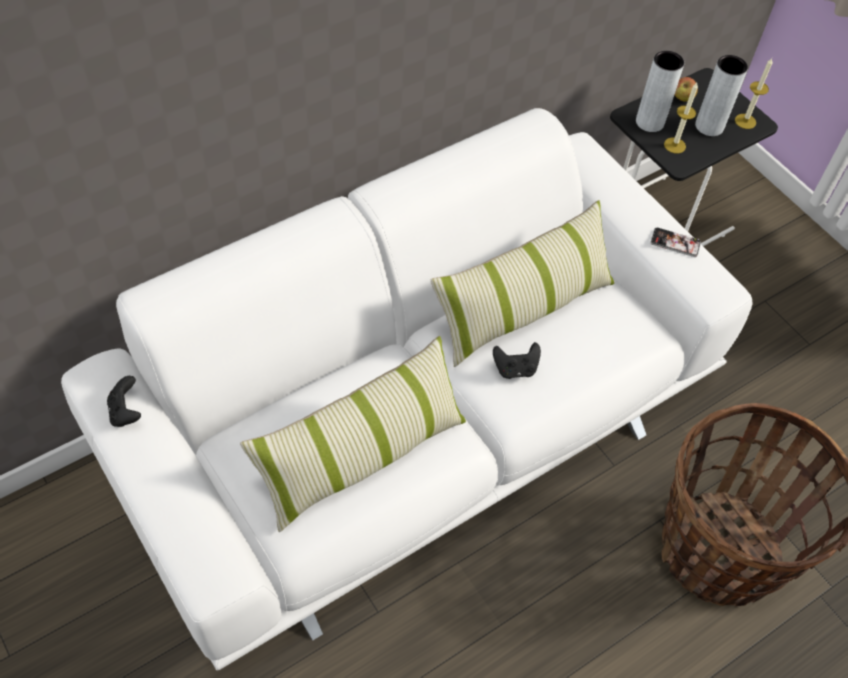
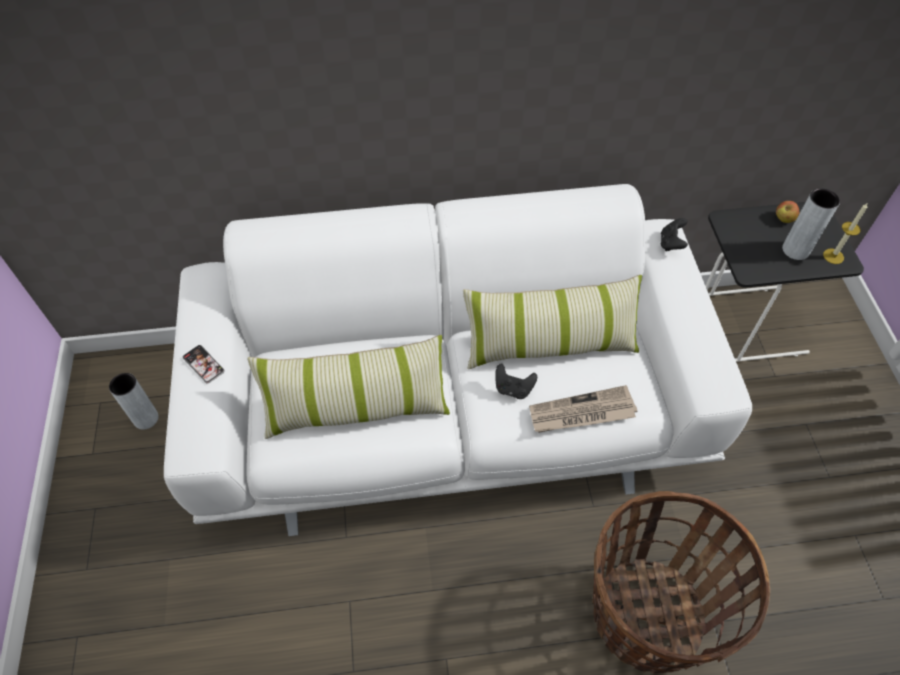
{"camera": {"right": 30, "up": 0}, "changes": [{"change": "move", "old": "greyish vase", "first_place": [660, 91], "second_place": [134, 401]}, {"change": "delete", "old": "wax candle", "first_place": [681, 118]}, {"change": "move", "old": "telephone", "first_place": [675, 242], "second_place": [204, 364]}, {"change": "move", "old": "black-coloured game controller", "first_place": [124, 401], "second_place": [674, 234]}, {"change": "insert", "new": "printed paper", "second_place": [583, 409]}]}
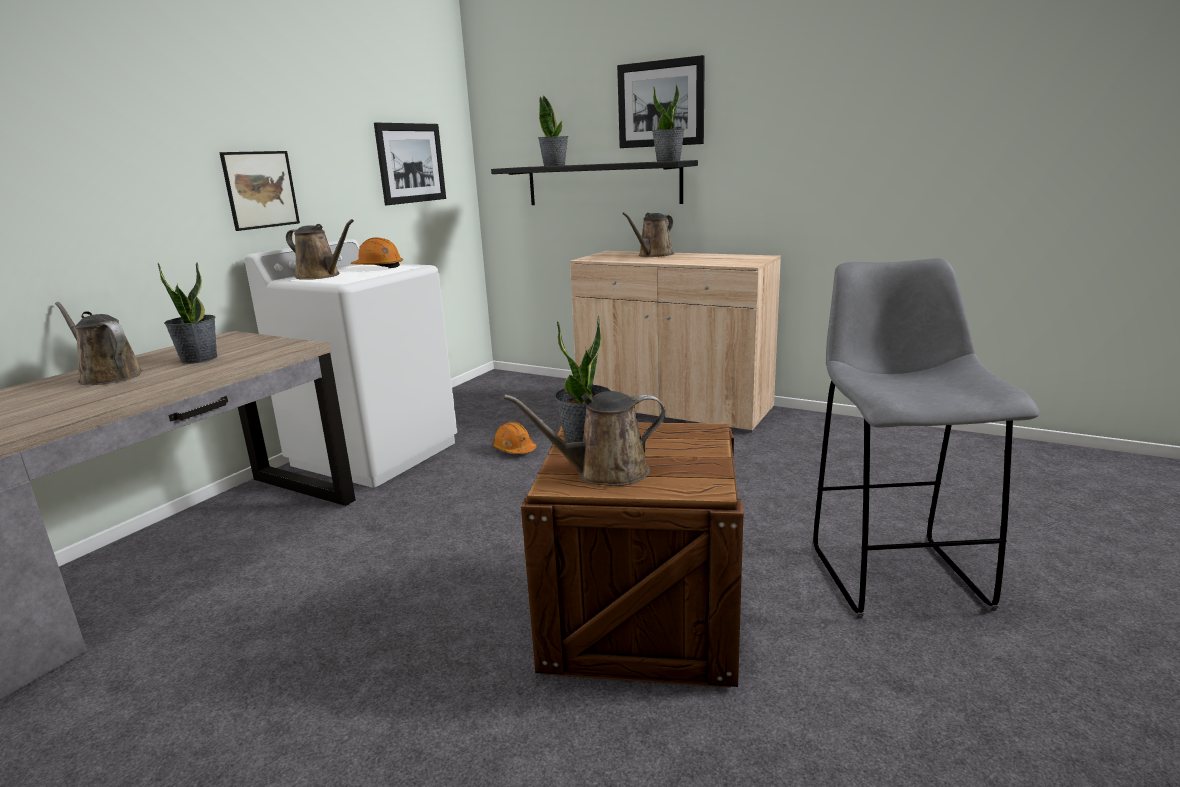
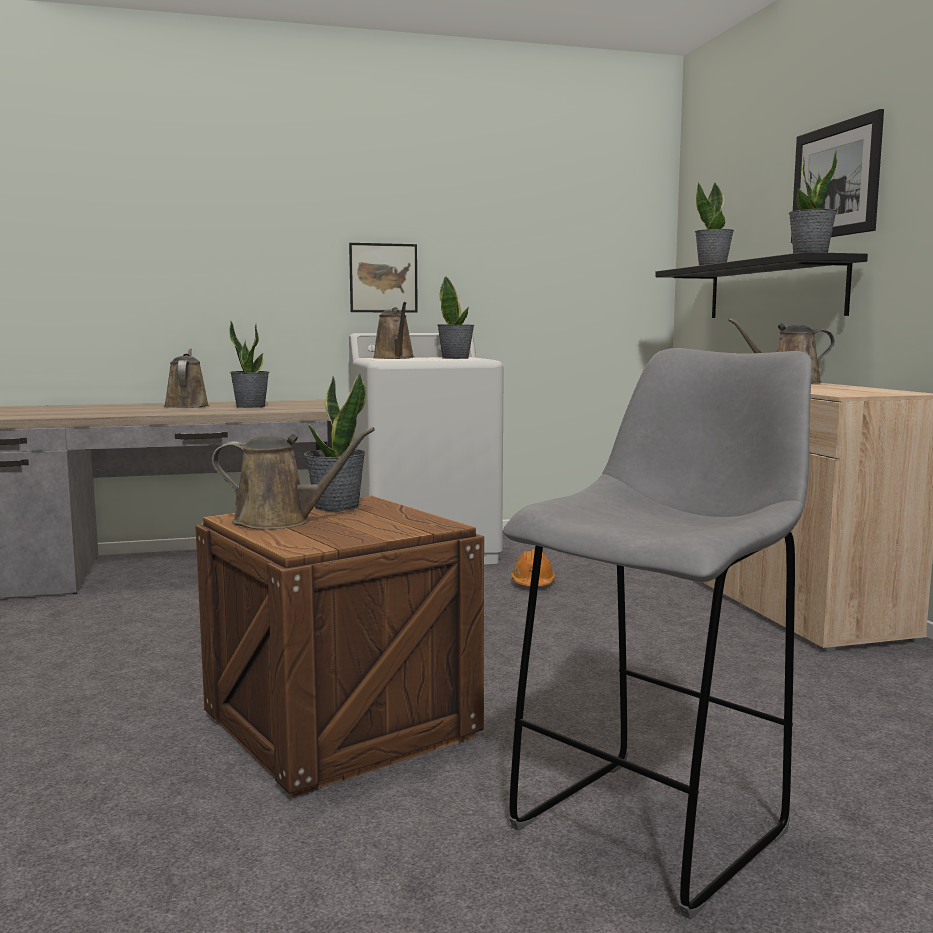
{"camera": {"right": 45, "up": -10}, "changes": [{"change": "delete", "old": "wall picture", "first_place": [410, 164]}, {"change": "replace", "old": "orange hard hat", "new": "plant in a pot", "first_place": [377, 252], "second_place": [455, 318]}, {"change": "rotate", "old": "brown-coloured watering can", "first_place": [585, 438], "second_place": [293, 478], "degrees": 150}]}
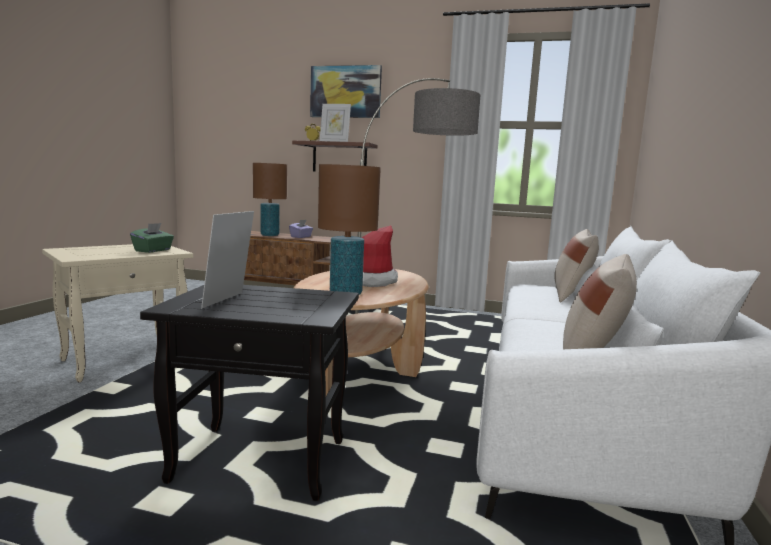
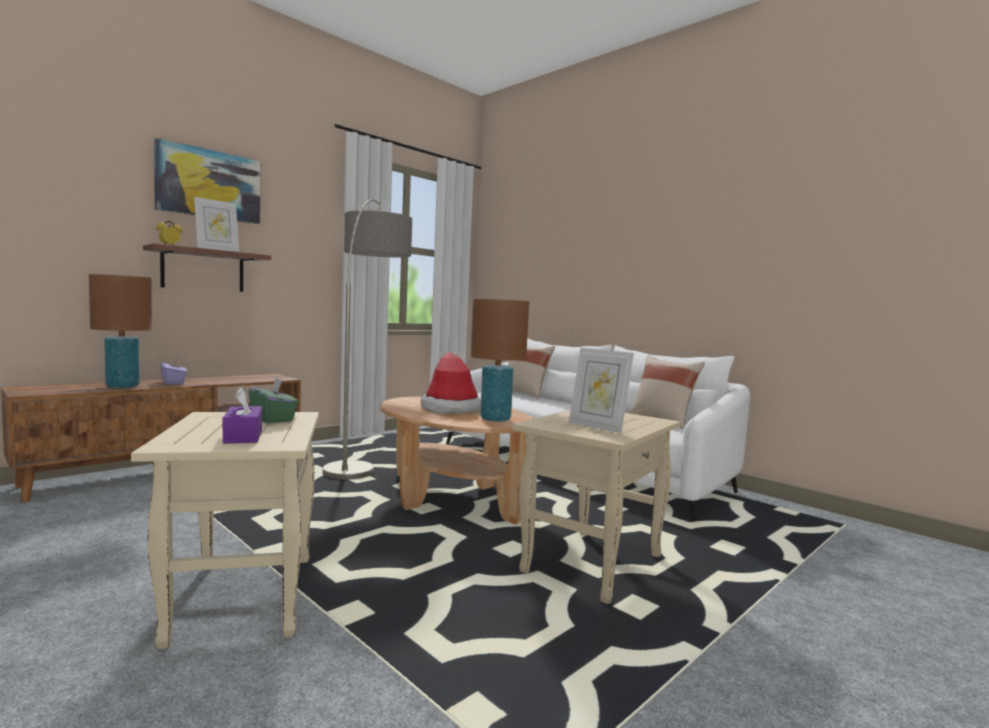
{"camera": {"right": -60, "up": -5}, "changes": [{"change": "recolor", "old": "black-coloured accent table", "new": "beige-coloured accent table", "first_place": [249, 393], "second_place": [596, 507]}, {"change": "insert", "new": "purple-coloured box of tissues", "second_place": [242, 415]}]}
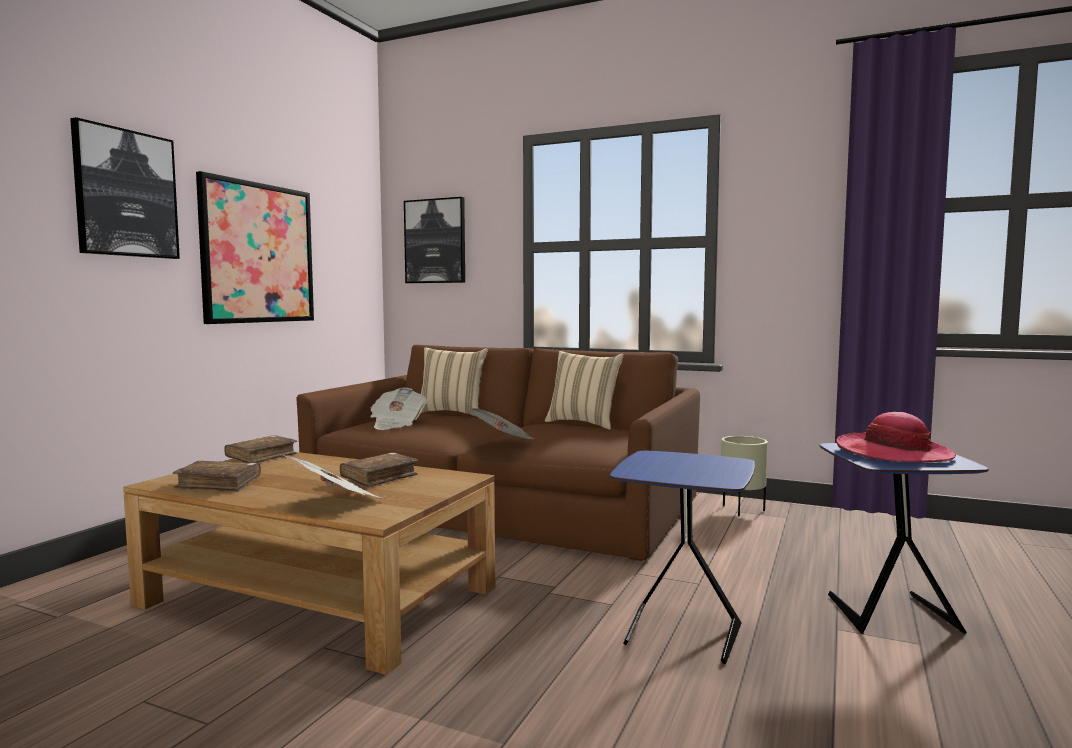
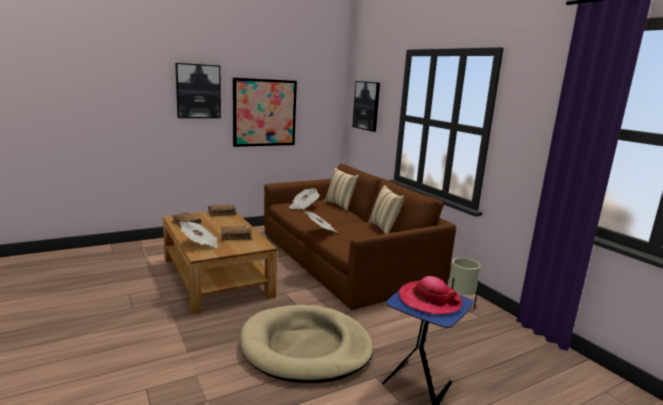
{"camera": {"right": 35, "up": 10}, "changes": [{"change": "replace", "old": "blue accent table", "new": "beige-coloured pet bed", "first_place": [682, 557], "second_place": [306, 344]}]}
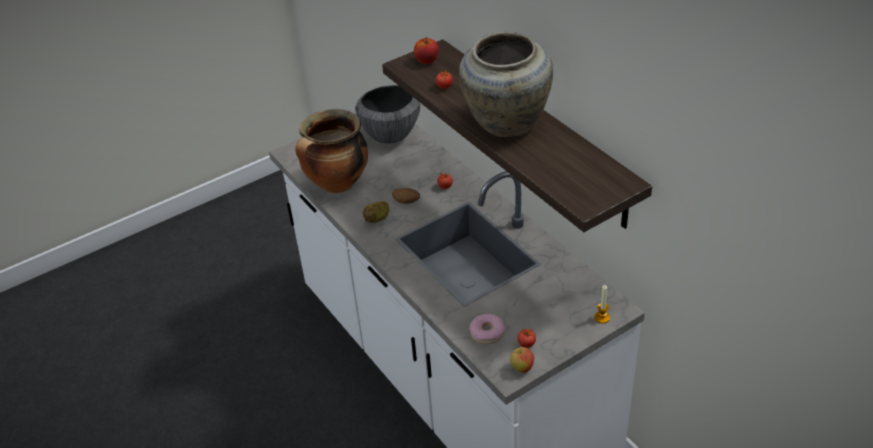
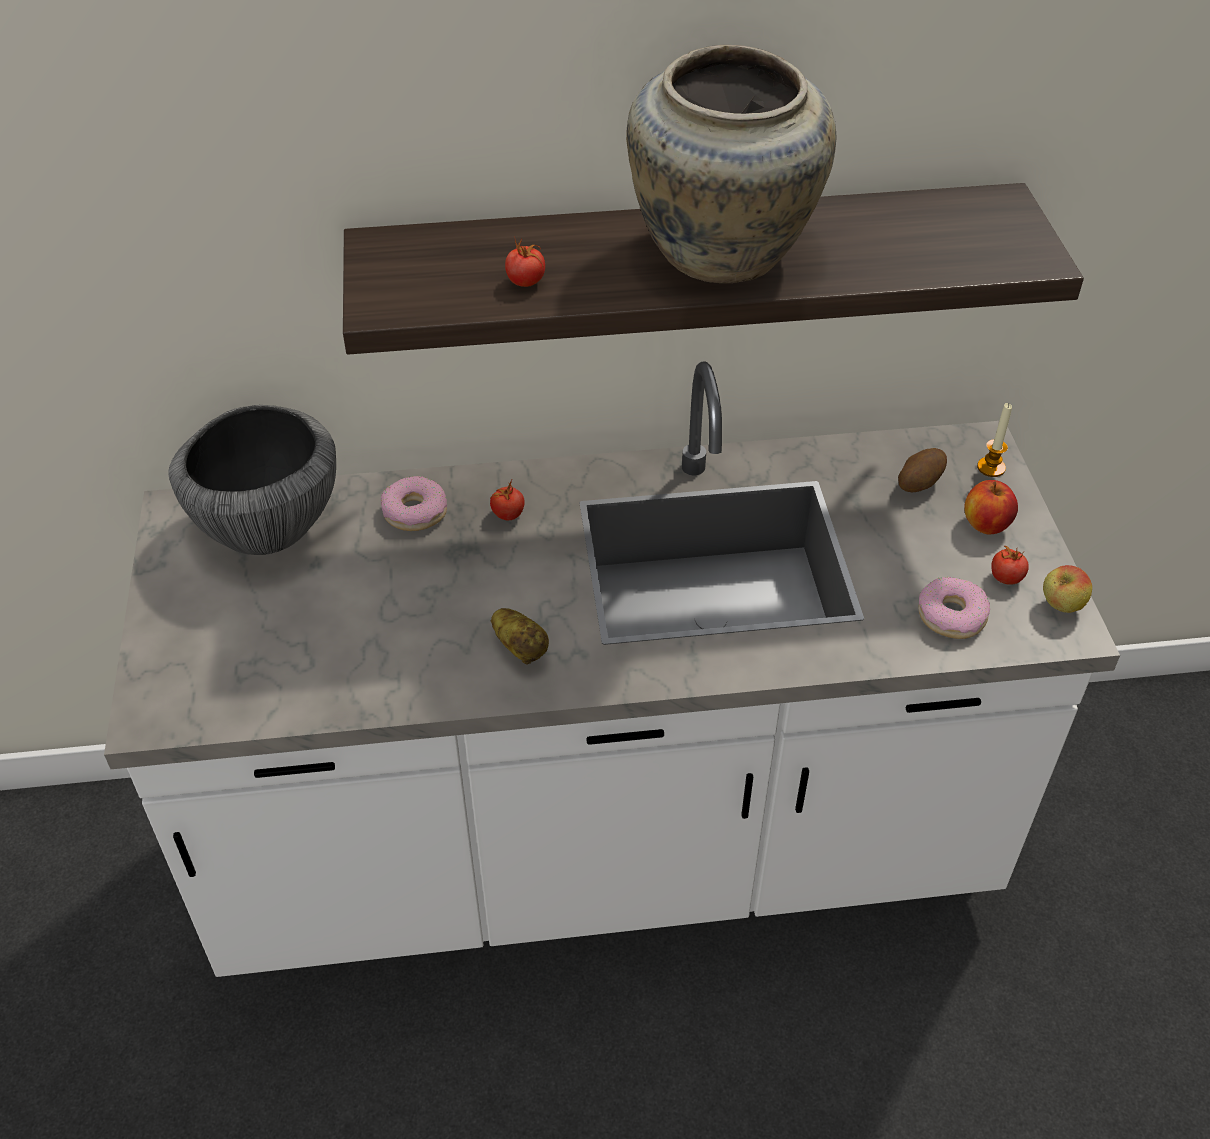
{"camera": {"right": -65, "up": 5}, "changes": [{"change": "move", "old": "apple fruit", "first_place": [426, 50], "second_place": [991, 507]}, {"change": "delete", "old": "cooking pot", "first_place": [331, 151]}, {"change": "move", "old": "potato", "first_place": [406, 196], "second_place": [922, 470]}, {"change": "insert", "new": "doughnut", "second_place": [414, 503]}]}
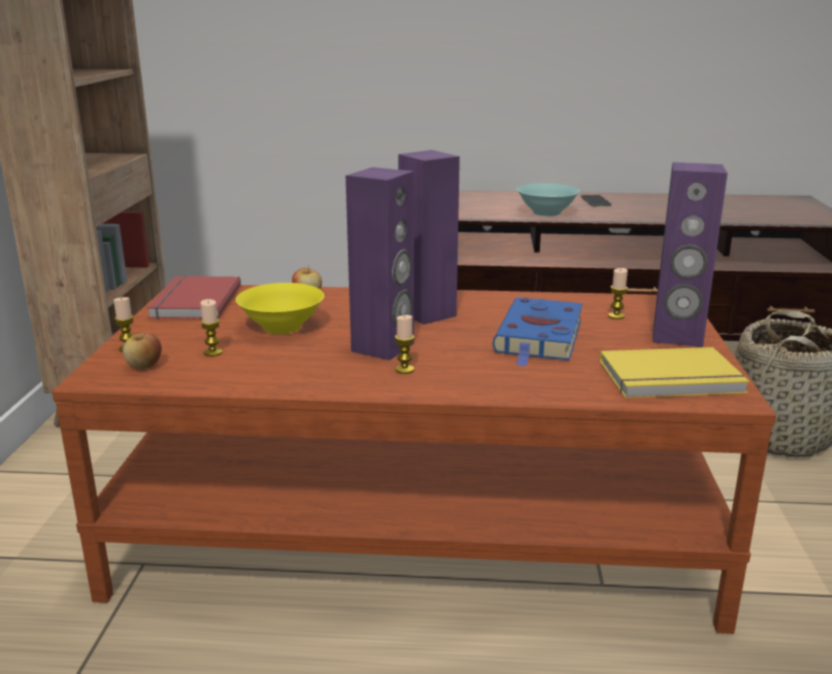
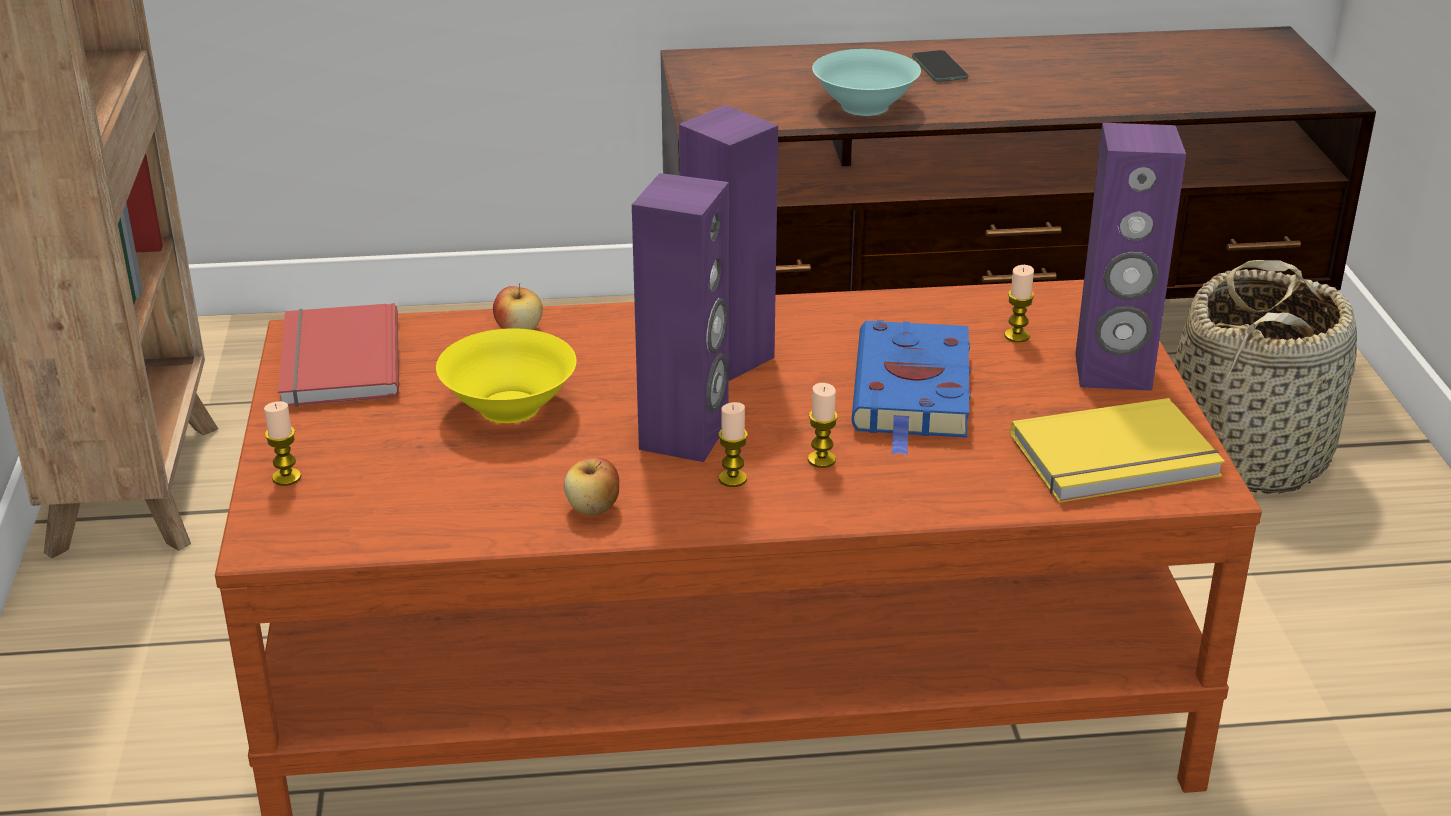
{"camera": {"right": -10, "up": 10}, "changes": [{"change": "move", "old": "wax candle", "first_place": [211, 327], "second_place": [823, 425]}, {"change": "move", "old": "apple fruit", "first_place": [142, 351], "second_place": [591, 486]}]}
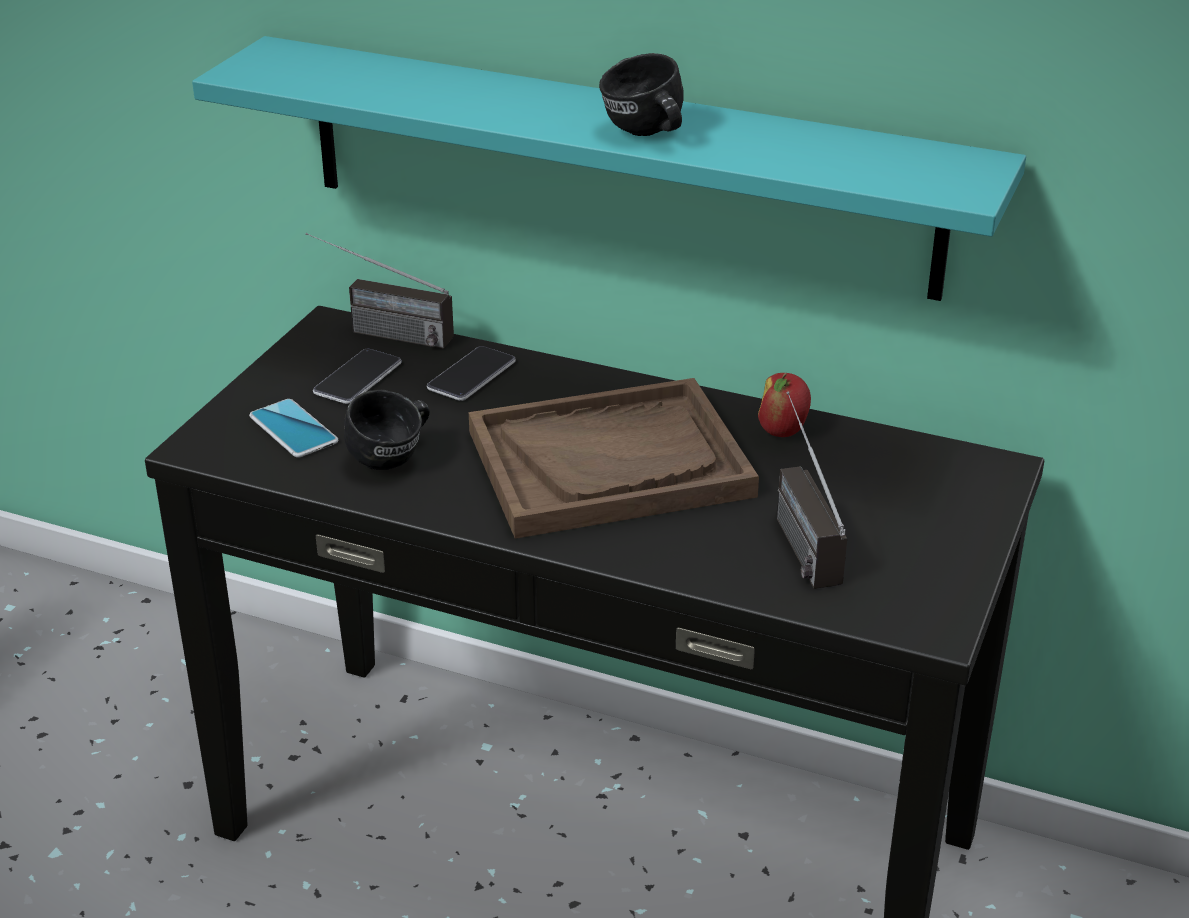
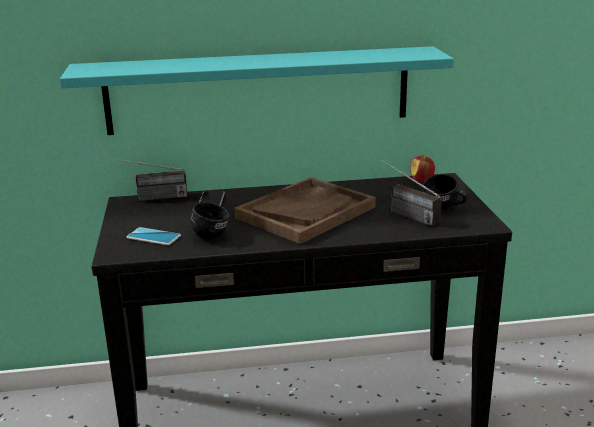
{"camera": {"right": -30, "up": -10}, "changes": [{"change": "move", "old": "black-coloured mug", "first_place": [641, 94], "second_place": [445, 192]}, {"change": "delete", "old": "telephone", "first_place": [357, 376]}, {"change": "move", "old": "apple fruit", "first_place": [784, 405], "second_place": [422, 168]}]}
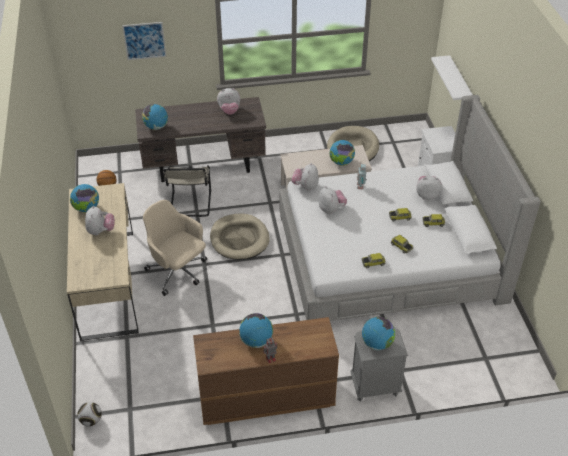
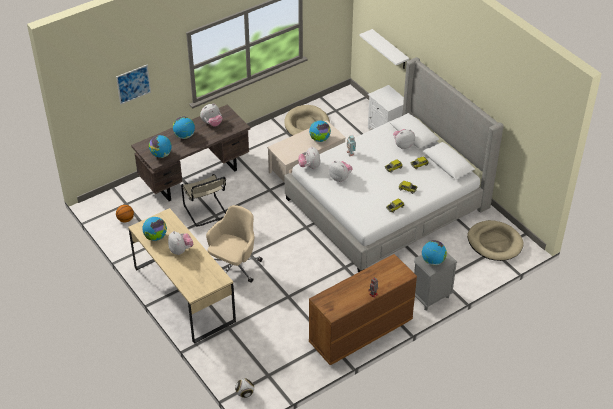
{"camera": {"right": -25, "up": 0}, "changes": [{"change": "rotate", "old": "beige-coloured desk chair", "first_place": [175, 248], "second_place": [234, 244], "degrees": 105}, {"change": "move", "old": "beige-coloured pet bed", "first_place": [240, 236], "second_place": [495, 240]}, {"change": "move", "old": "world globe", "first_place": [256, 330], "second_place": [184, 127]}]}
